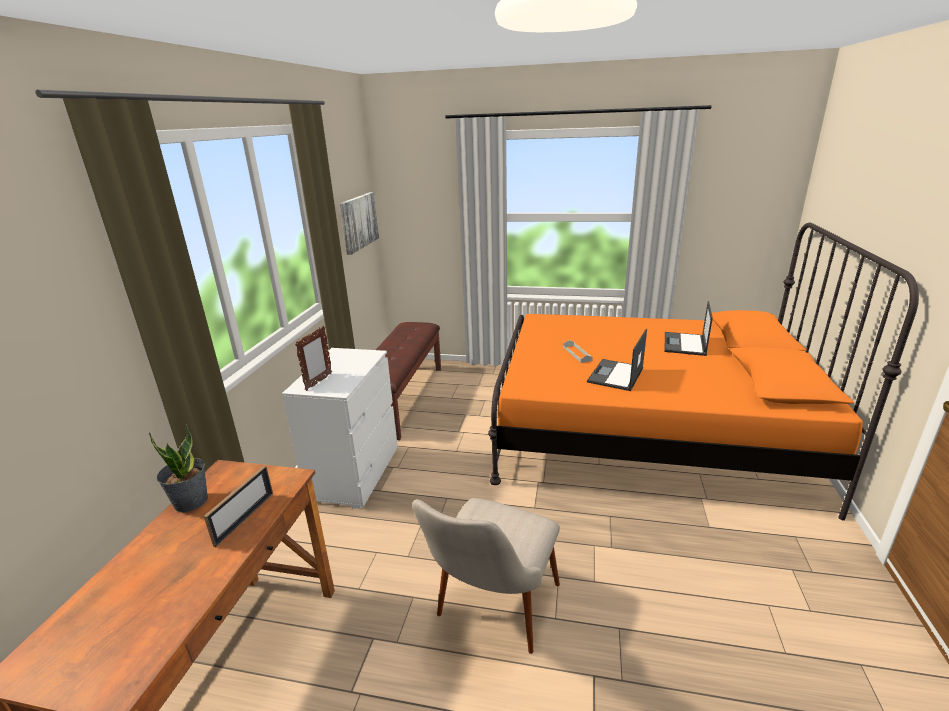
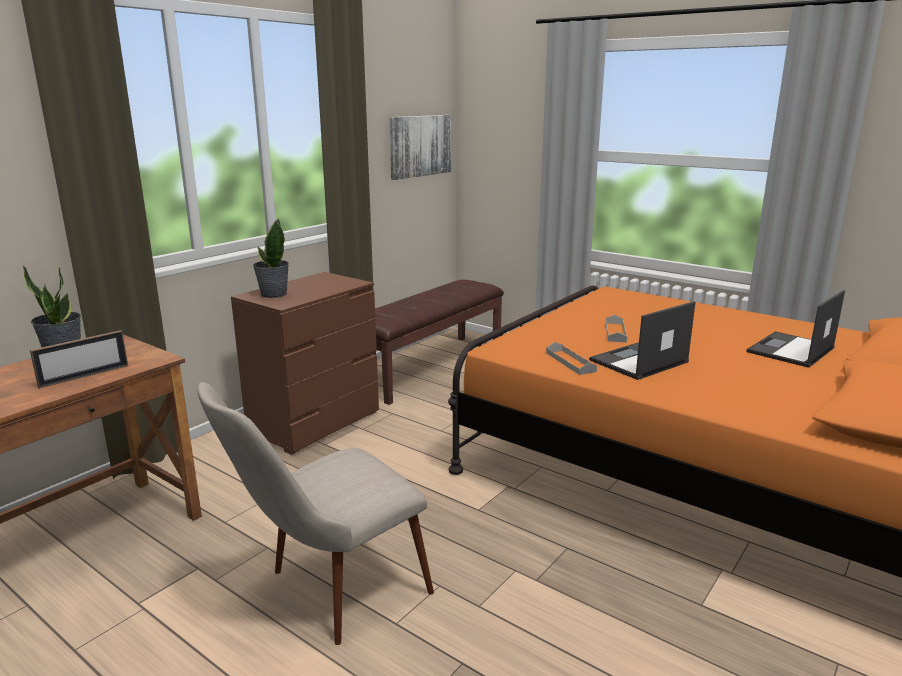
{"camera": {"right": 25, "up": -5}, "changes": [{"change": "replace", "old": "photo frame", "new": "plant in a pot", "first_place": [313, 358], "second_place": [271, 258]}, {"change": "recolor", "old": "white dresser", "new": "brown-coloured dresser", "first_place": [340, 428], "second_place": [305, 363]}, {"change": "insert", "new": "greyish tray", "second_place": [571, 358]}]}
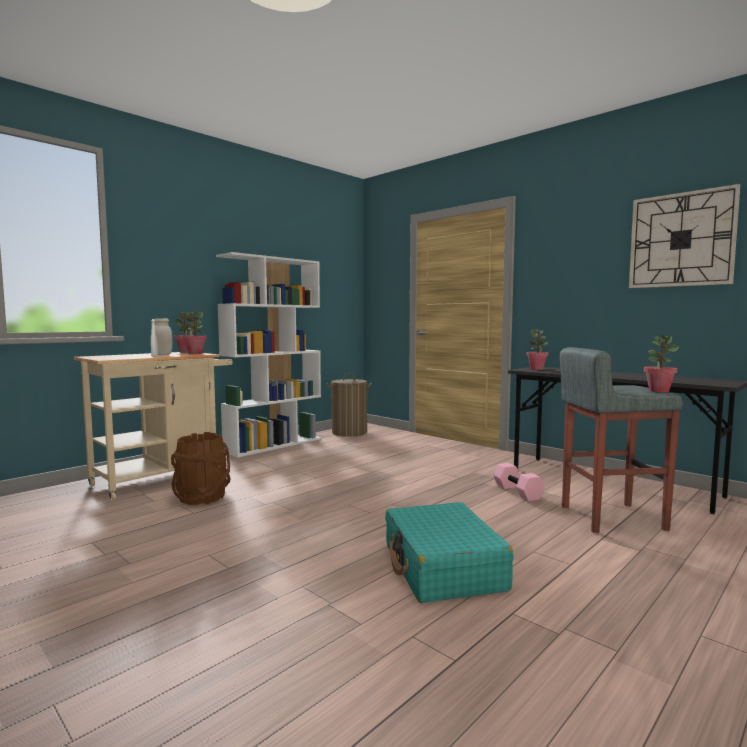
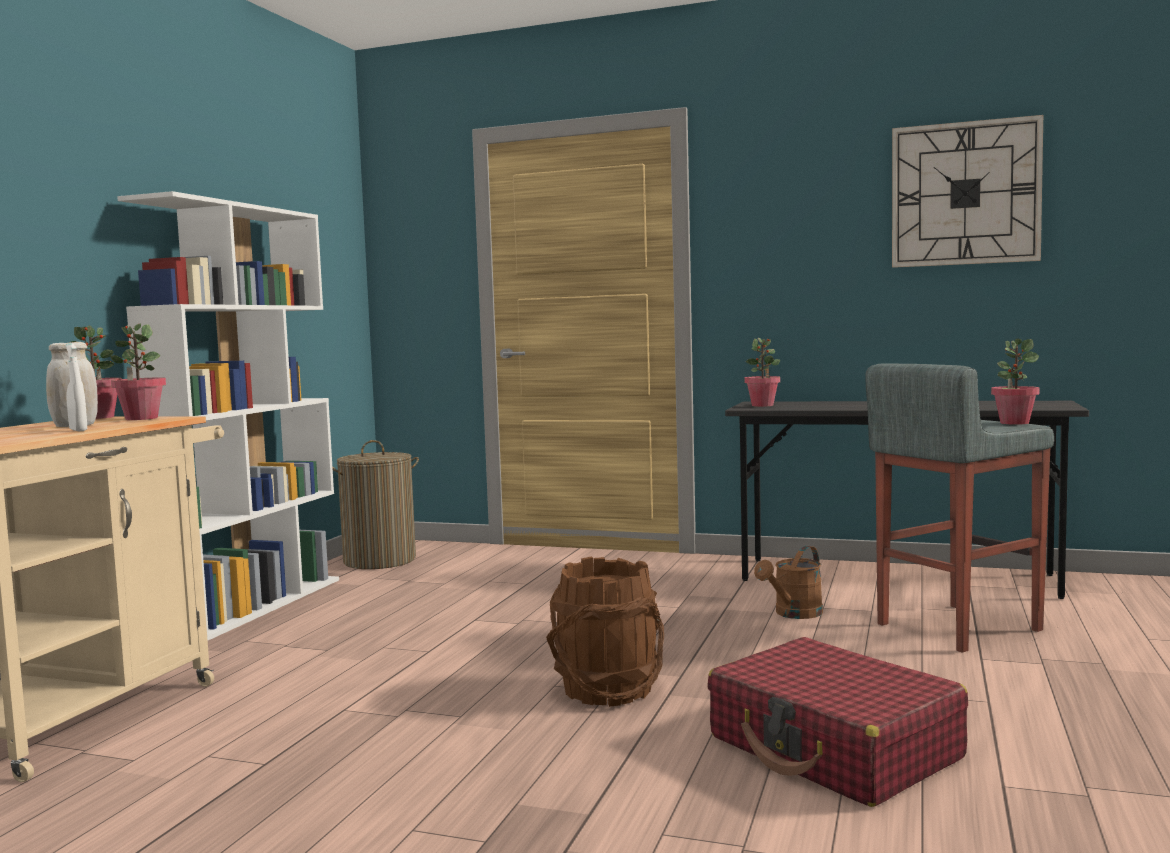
{"camera": {"right": -25, "up": 0}, "changes": [{"change": "move", "old": "brown-coloured bucket", "first_place": [201, 468], "second_place": [605, 631]}, {"change": "replace", "old": "pinkish free weight", "new": "brown-coloured watering can", "first_place": [519, 482], "second_place": [788, 582]}, {"change": "recolor", "old": "blue-green travel case", "new": "red-coloured travel case", "first_place": [449, 552], "second_place": [837, 722]}]}
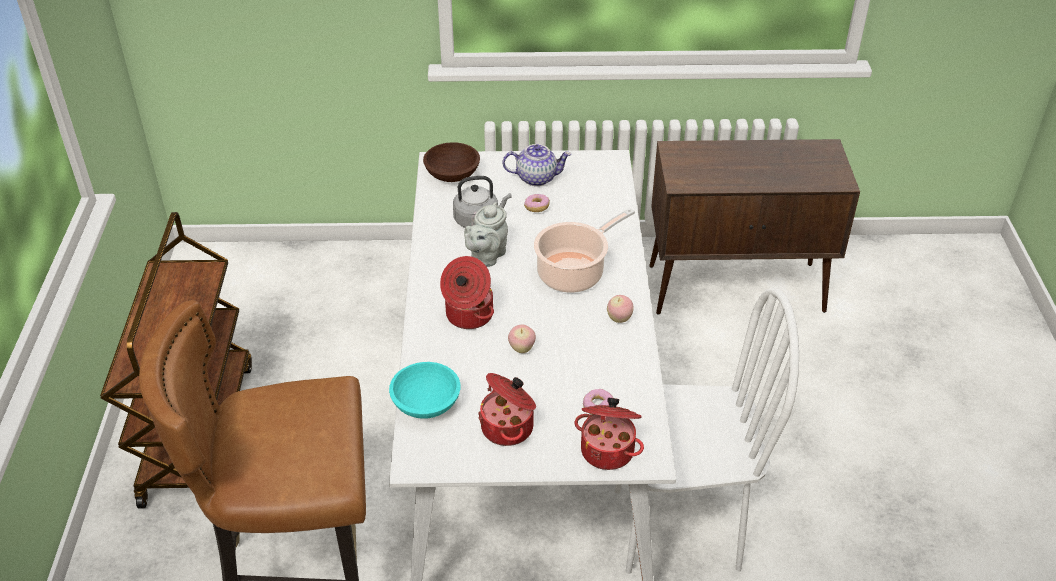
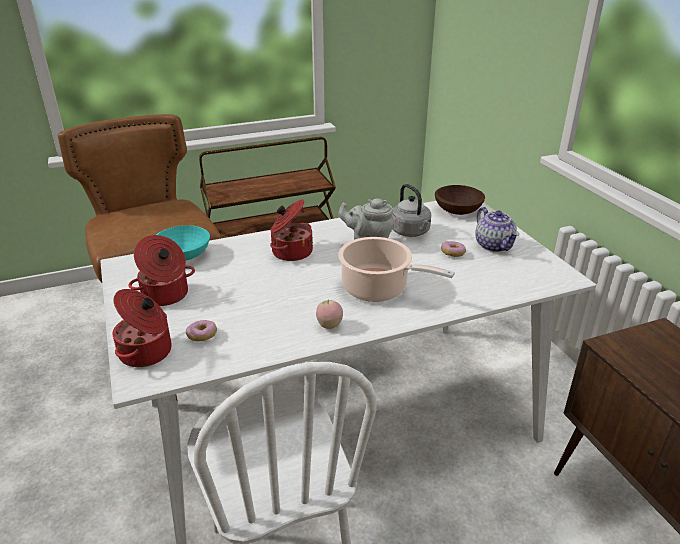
{"camera": {"right": 70, "up": -10}, "changes": [{"change": "delete", "old": "apple fruit", "first_place": [522, 339]}]}
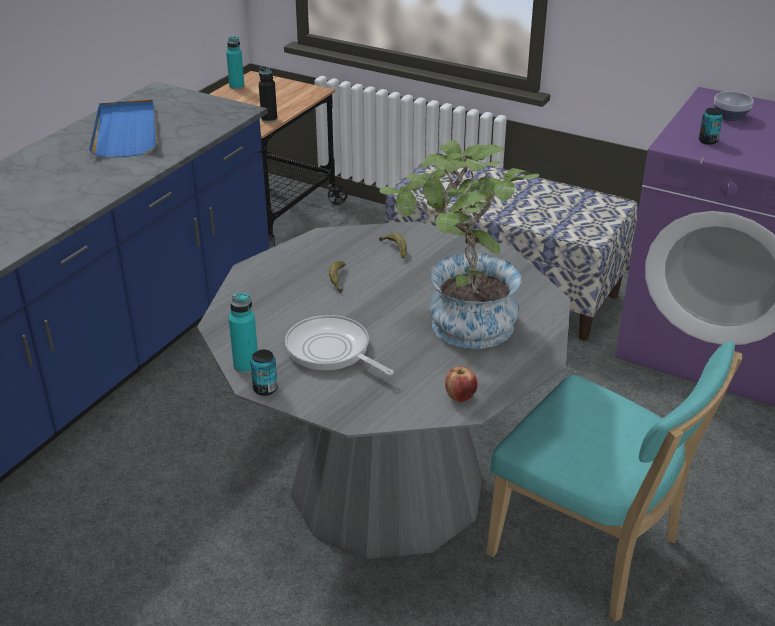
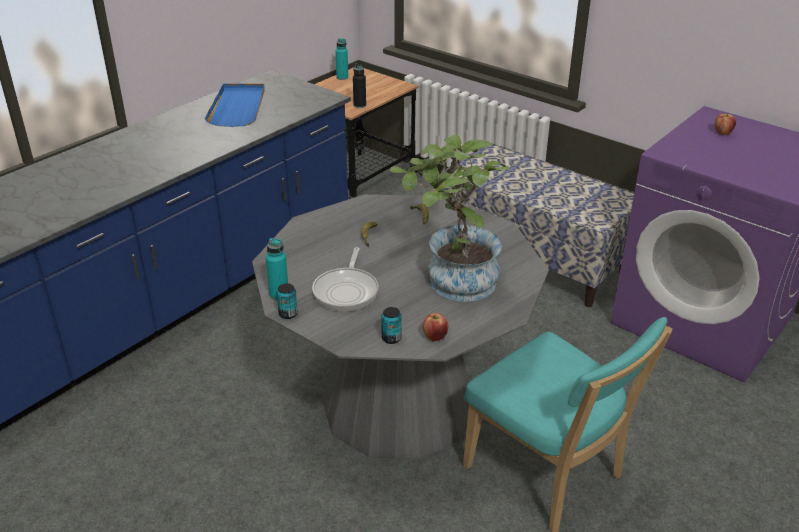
{"camera": {"right": 10, "up": 0}, "changes": [{"change": "replace", "old": "bowl", "new": "apple fruit", "first_place": [733, 106], "second_place": [725, 124]}, {"change": "move", "old": "sealed can", "first_place": [711, 126], "second_place": [391, 325]}, {"change": "rotate", "old": "skillet", "first_place": [339, 345], "second_place": [345, 279], "degrees": -135}]}
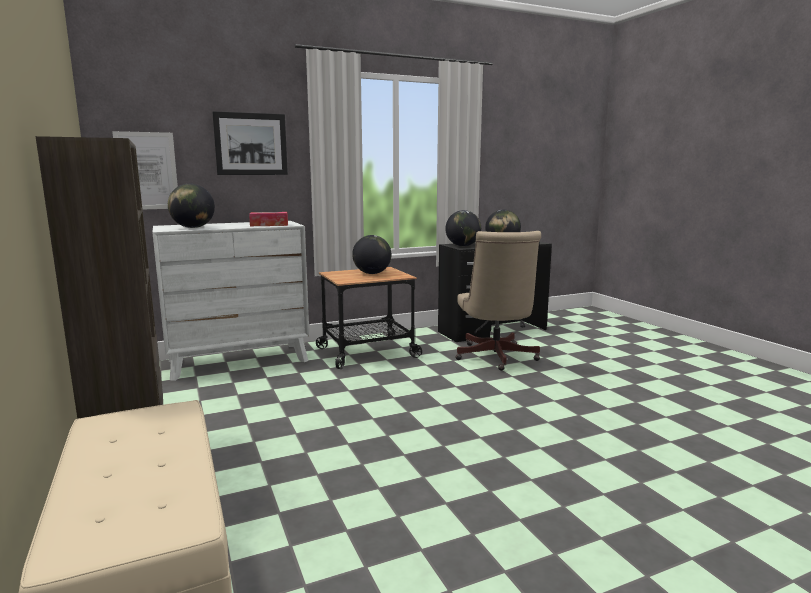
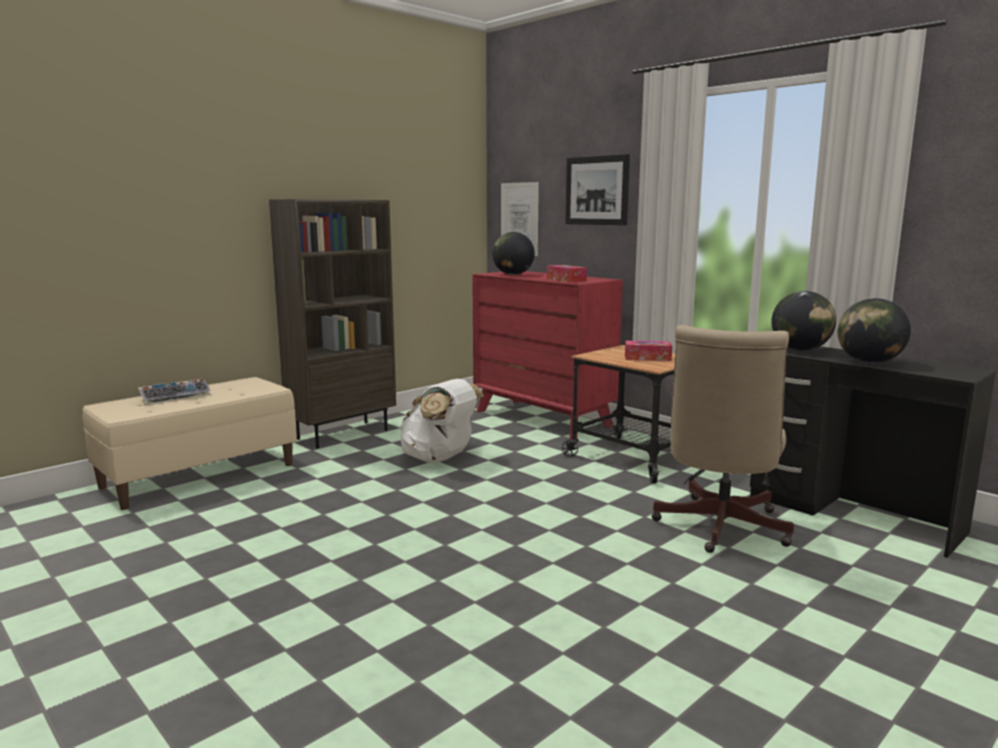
{"camera": {"right": 70, "up": 0}, "changes": [{"change": "recolor", "old": "white dresser", "new": "red-coloured dresser", "first_place": [231, 301], "second_place": [547, 355]}, {"change": "rotate", "old": "beige-coloured desk chair", "first_place": [498, 301], "second_place": [722, 439], "degrees": -45}, {"change": "replace", "old": "world globe", "new": "box of tissues", "first_place": [372, 254], "second_place": [648, 351]}, {"change": "insert", "new": "keyboard", "second_place": [174, 391]}, {"change": "insert", "new": "white rucksack", "second_place": [442, 421]}]}
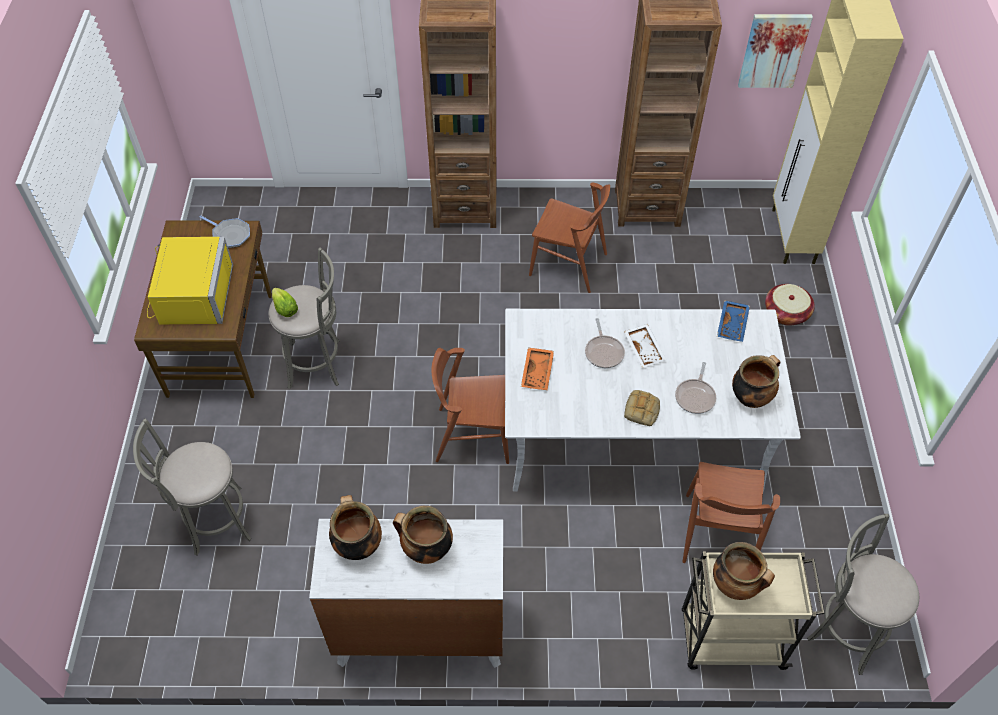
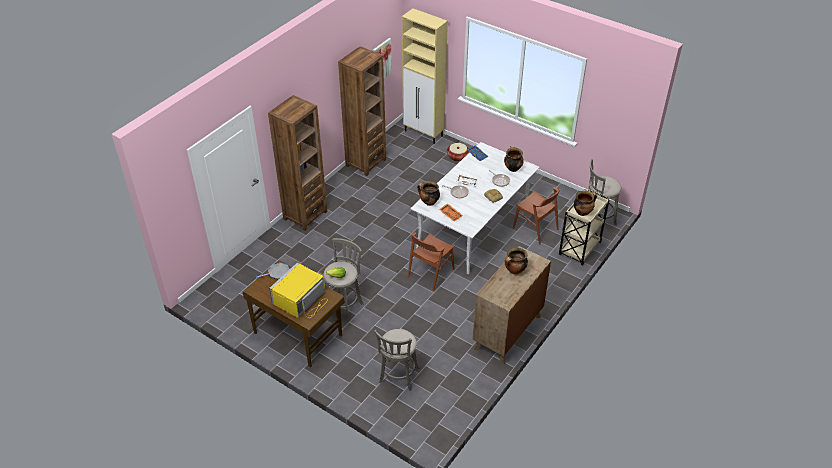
{"camera": {"right": -55, "up": -10}, "changes": [{"change": "delete", "old": "brown-coloured plain chair", "first_place": [569, 237]}, {"change": "rotate", "old": "yellow microwave oven", "first_place": [190, 280], "second_place": [299, 290], "degrees": -90}, {"change": "move", "old": "cooking pot", "first_place": [355, 527], "second_place": [428, 193]}, {"change": "recolor", "old": "white dresser", "new": "brown-coloured dresser", "first_place": [406, 593], "second_place": [512, 305]}]}
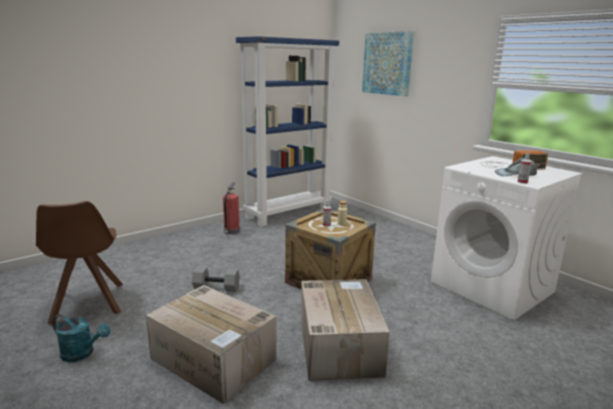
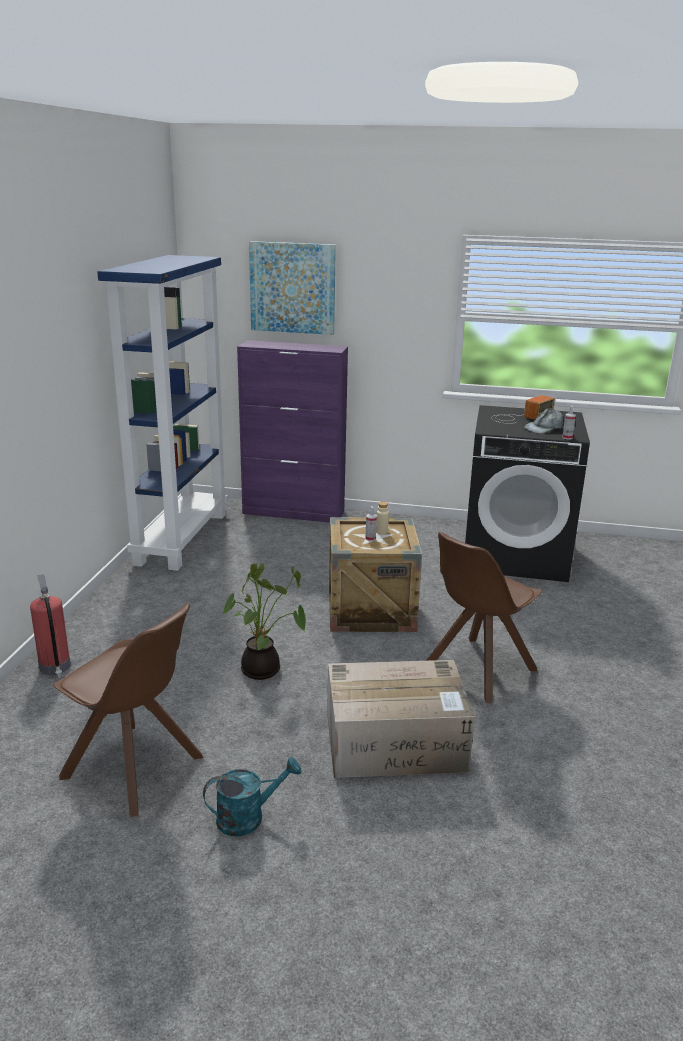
{"camera": {"right": -40, "up": 5}, "changes": [{"change": "recolor", "old": "white laundry appliance", "new": "black-coloured laundry appliance", "first_place": [507, 238], "second_place": [527, 493]}, {"change": "move", "old": "fire-fighting cylinder", "first_place": [231, 208], "second_place": [50, 626]}, {"change": "replace", "old": "greyish free weight", "new": "plant in a pot", "first_place": [216, 279], "second_place": [264, 621]}, {"change": "replace", "old": "carton", "new": "brown-coloured plain chair", "first_place": [345, 330], "second_place": [484, 617]}, {"change": "insert", "new": "purple-coloured storage cabinet", "second_place": [292, 431]}]}
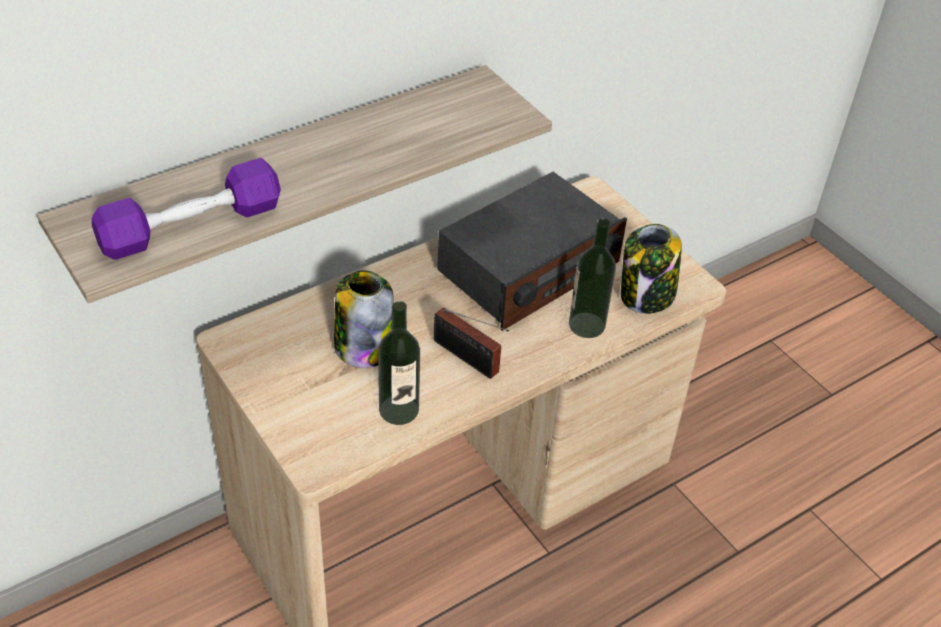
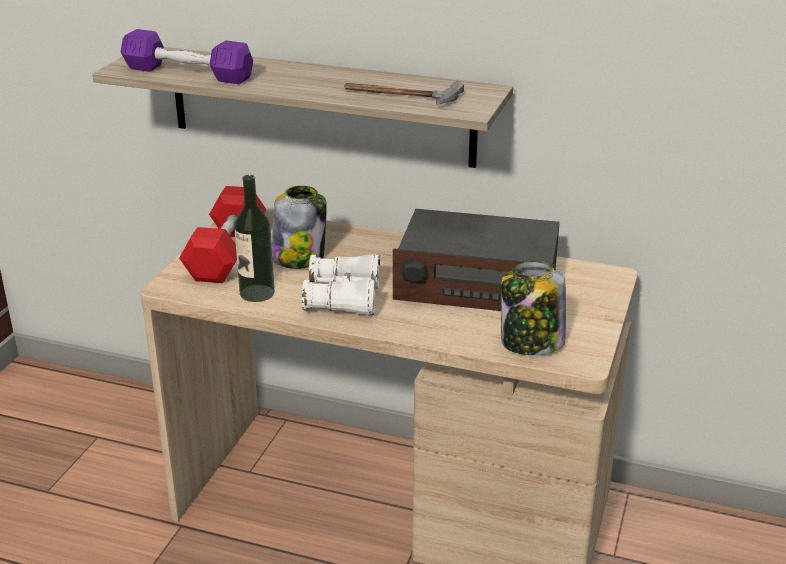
{"camera": {"right": 55, "up": -15}, "changes": [{"change": "delete", "old": "beverage bottle", "first_place": [592, 278]}, {"change": "replace", "old": "radio set", "new": "white field glasses", "first_place": [471, 343], "second_place": [341, 285]}, {"change": "insert", "new": "hand hammer", "second_place": [404, 93]}, {"change": "insert", "new": "red-coloured free weight", "second_place": [222, 234]}]}
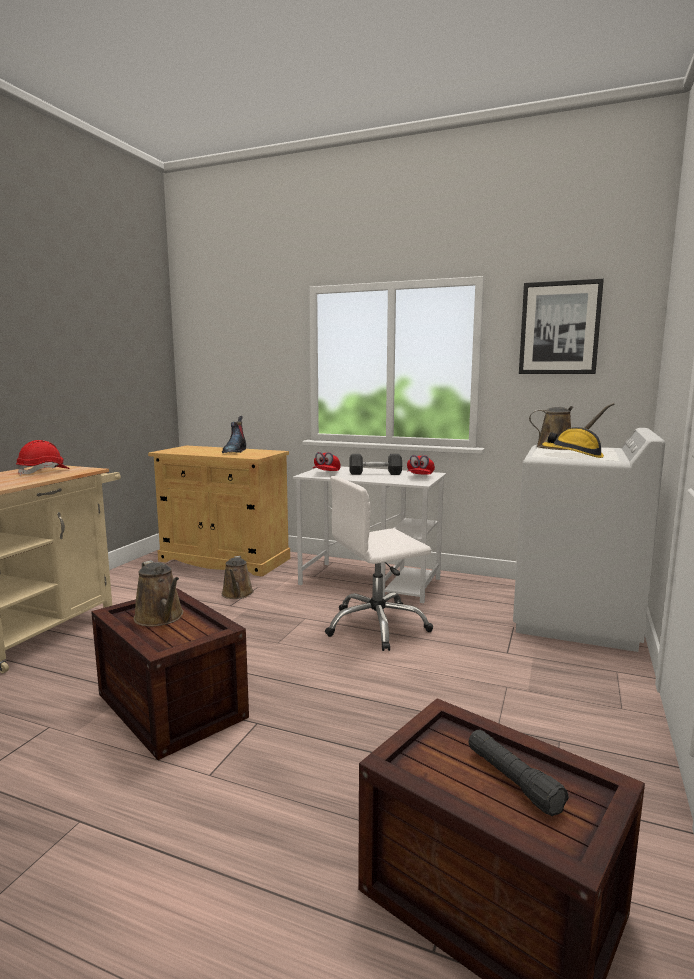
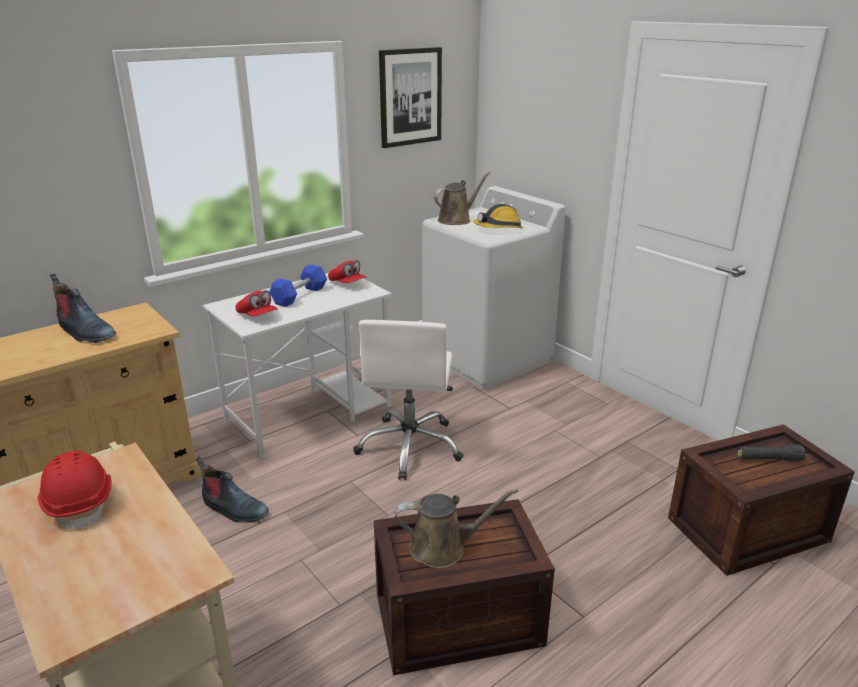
{"camera": {"right": -60, "up": 15}, "changes": [{"change": "recolor", "old": "greyish free weight", "new": "blue free weight", "first_place": [376, 464], "second_place": [298, 285]}, {"change": "replace", "old": "brown-coloured watering can", "new": "high-top boot", "first_place": [238, 577], "second_place": [232, 489]}]}
